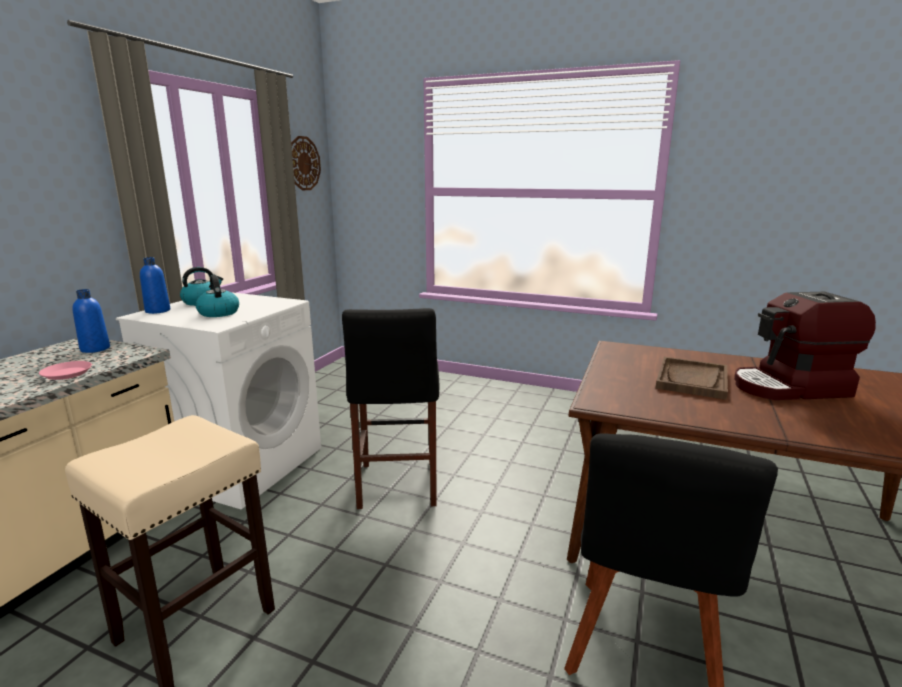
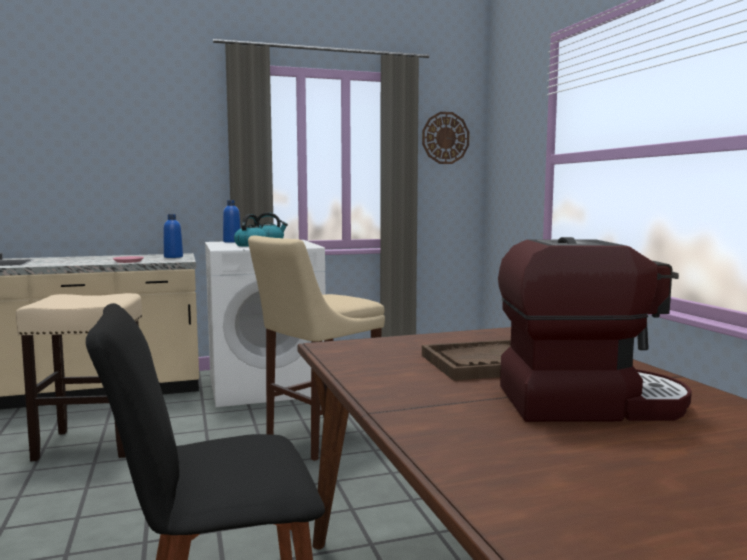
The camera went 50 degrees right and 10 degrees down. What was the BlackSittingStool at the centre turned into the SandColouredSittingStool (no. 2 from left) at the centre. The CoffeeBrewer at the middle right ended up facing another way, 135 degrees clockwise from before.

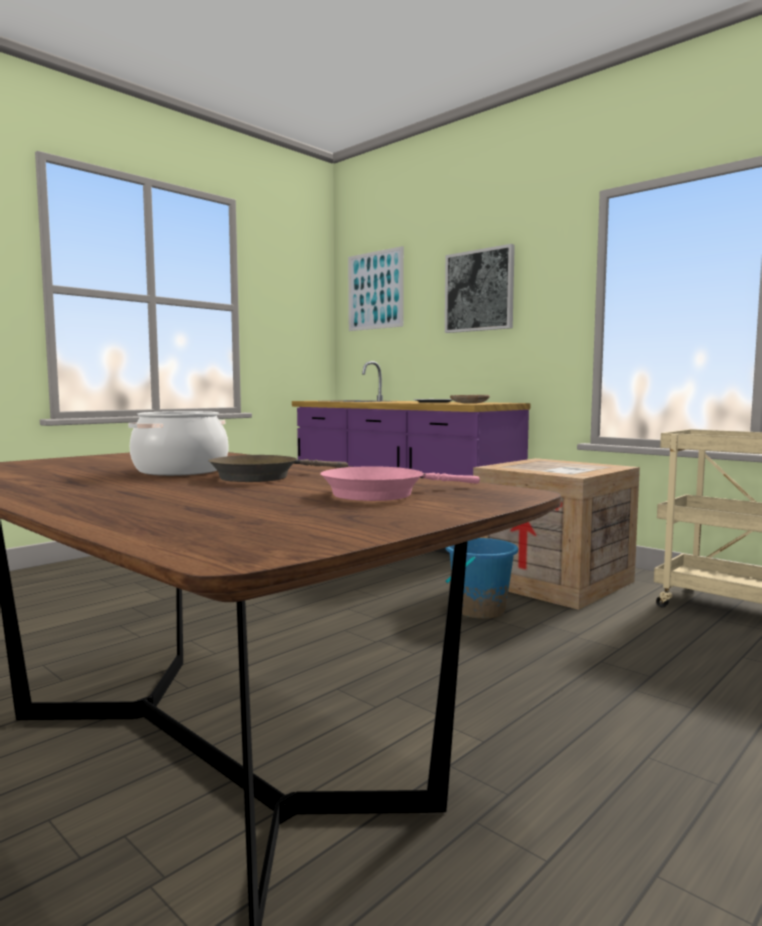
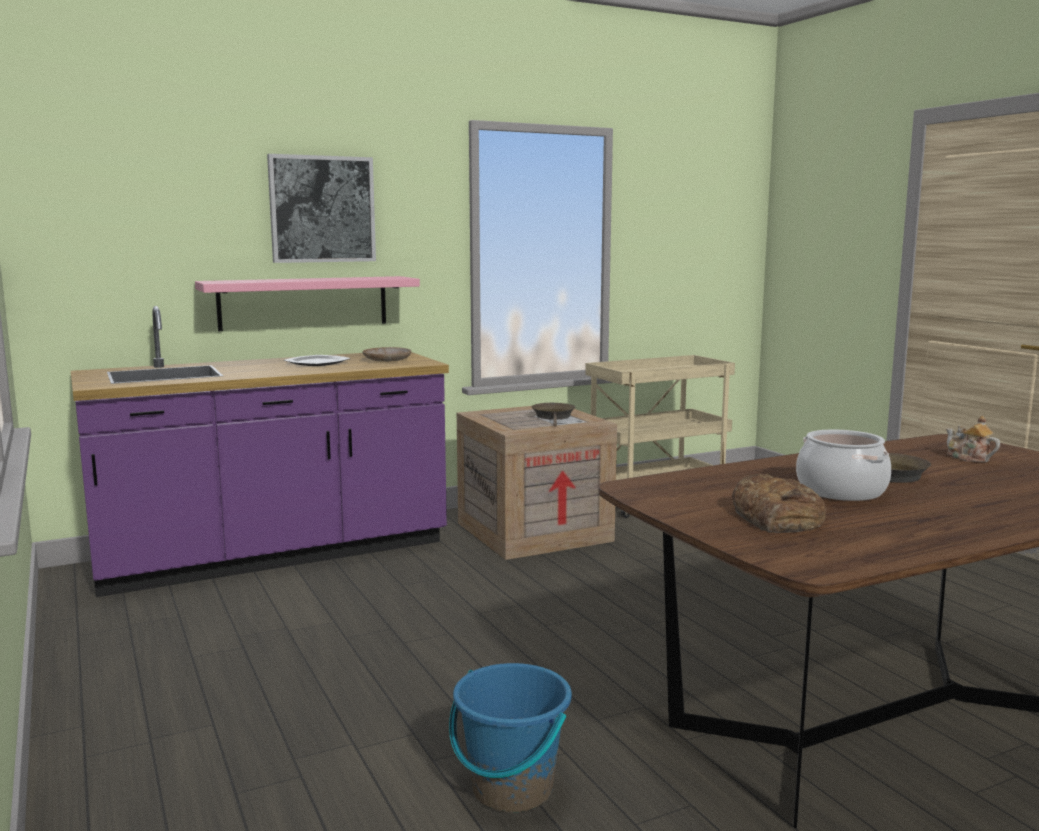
The camera went 70 degrees left and 5 degrees up. Where the PinkishPan stood at the centre, the TeaPot came to stand at the middle right. The second view lost the Picture (no. 1 from left) at the top centre. The BlueColouredPail ended up elsewhere, having gone from the centre to the bottom centre. The second view gained the PinkishBracketShelf at the middle left. The second view gained the BrownPan (no. 1 from left) at the centre. The second view gained the BakedBread at the middle right.

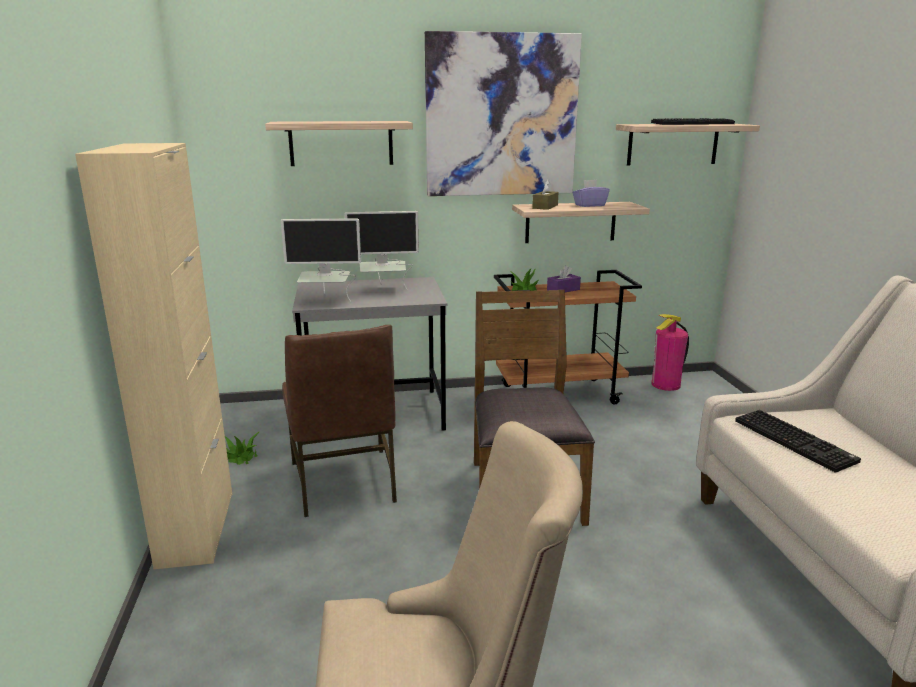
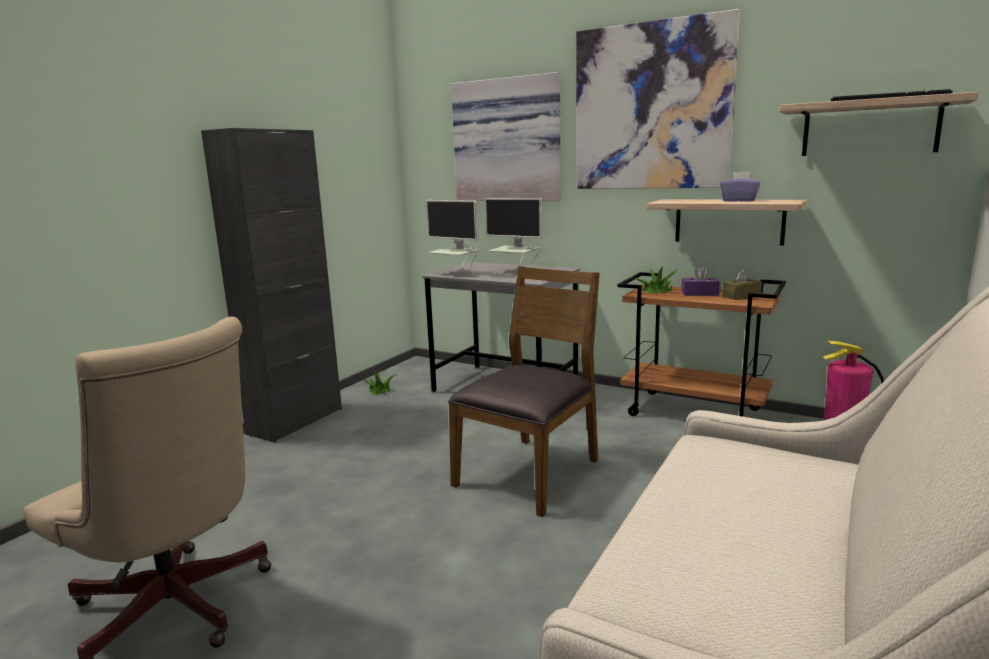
The camera went 40 degrees right and 5 degrees down. What was the SandColouredStorageCabinet at the middle left turned into the BlackStorageCabinet at the middle left. Where the BracketShelf (no. 1 from left) hung at the top centre, the Picture (no. 1 from left) came to hang at the top centre. The second view lost the BrownPlainChair (no. 1 from left) at the centre. The BrownTissueBox ended up elsewhere, having gone from the top centre to the middle right. The second view lost the ComputerKeyboard (no. 2 from left) at the middle right.

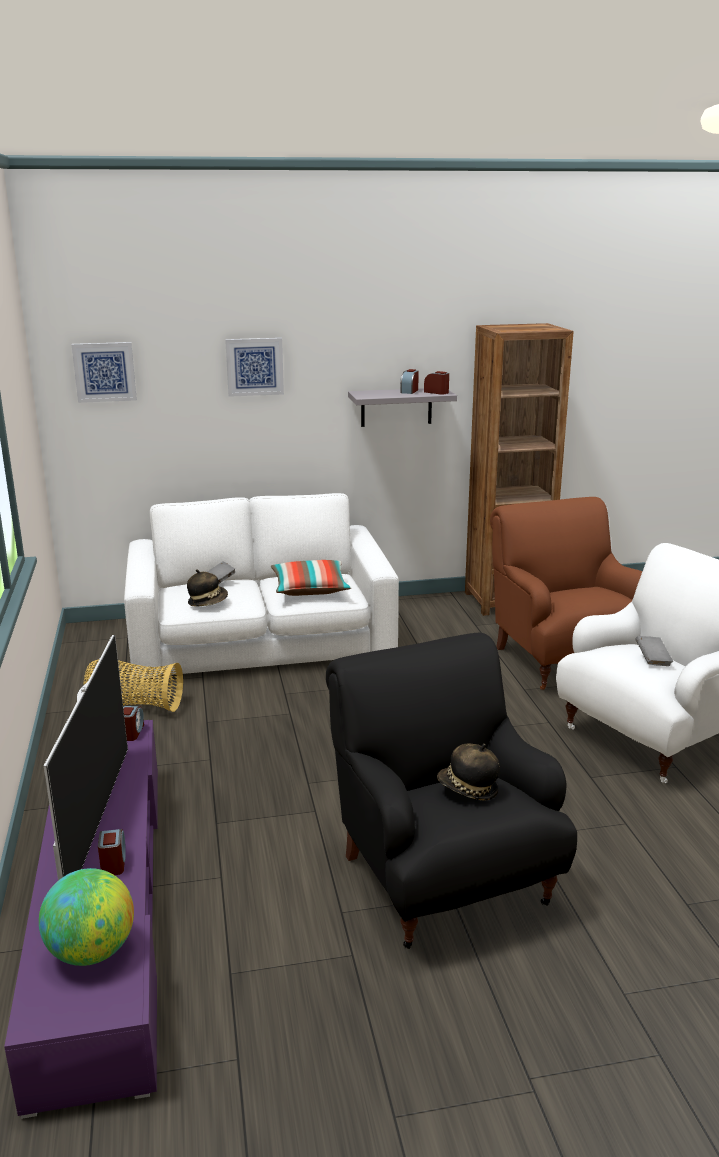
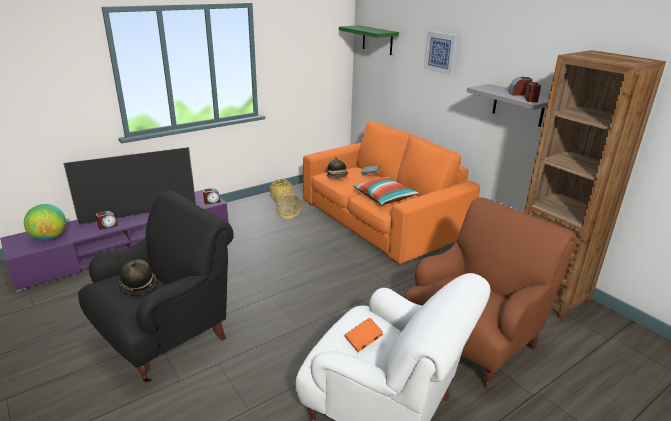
The camera went 65 degrees right and 5 degrees up. Where the Picture (no. 1 from left) hung at the top left, the GreenishBracketShelf came to hang at the top centre. What was the WhiteColouredSofa at the centre turned into the OrangeySofa at the centre. What was the GreyishVolume (no. 2 from left) at the middle right turned into the OrangeyVolume at the bottom centre.

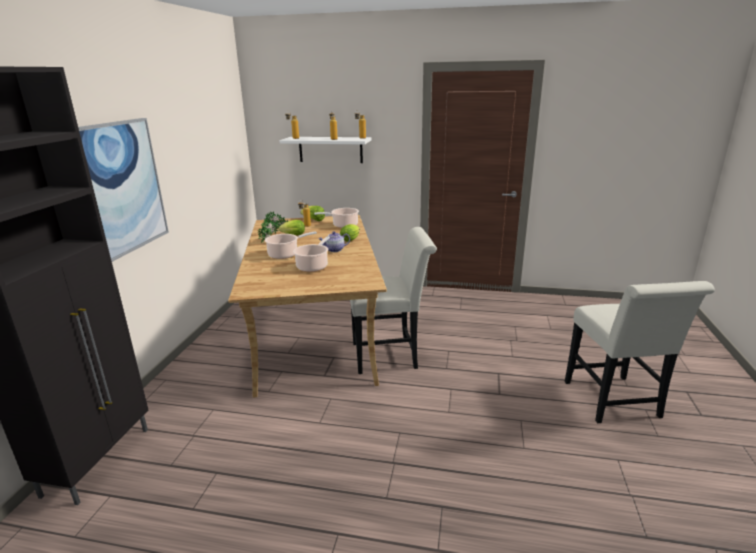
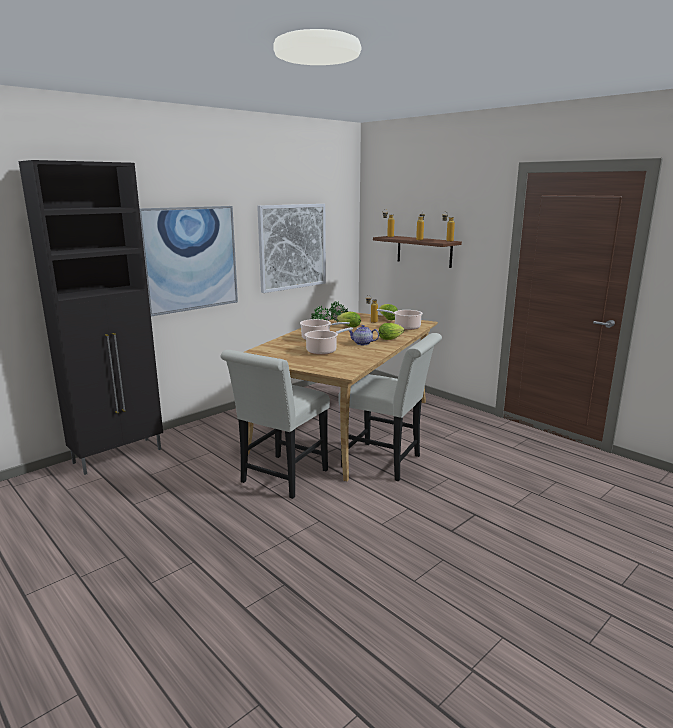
The camera went 35 degrees right and 5 degrees down. What was the WhiteColouredBracketShelf at the top centre turned into the BrownBracketShelf at the centre. The WhiteColouredPlainChair (no. 2 from left in the first image) ended up elsewhere, having gone from the middle right to the centre. The second view gained the Picture (no. 2 from left) at the centre.

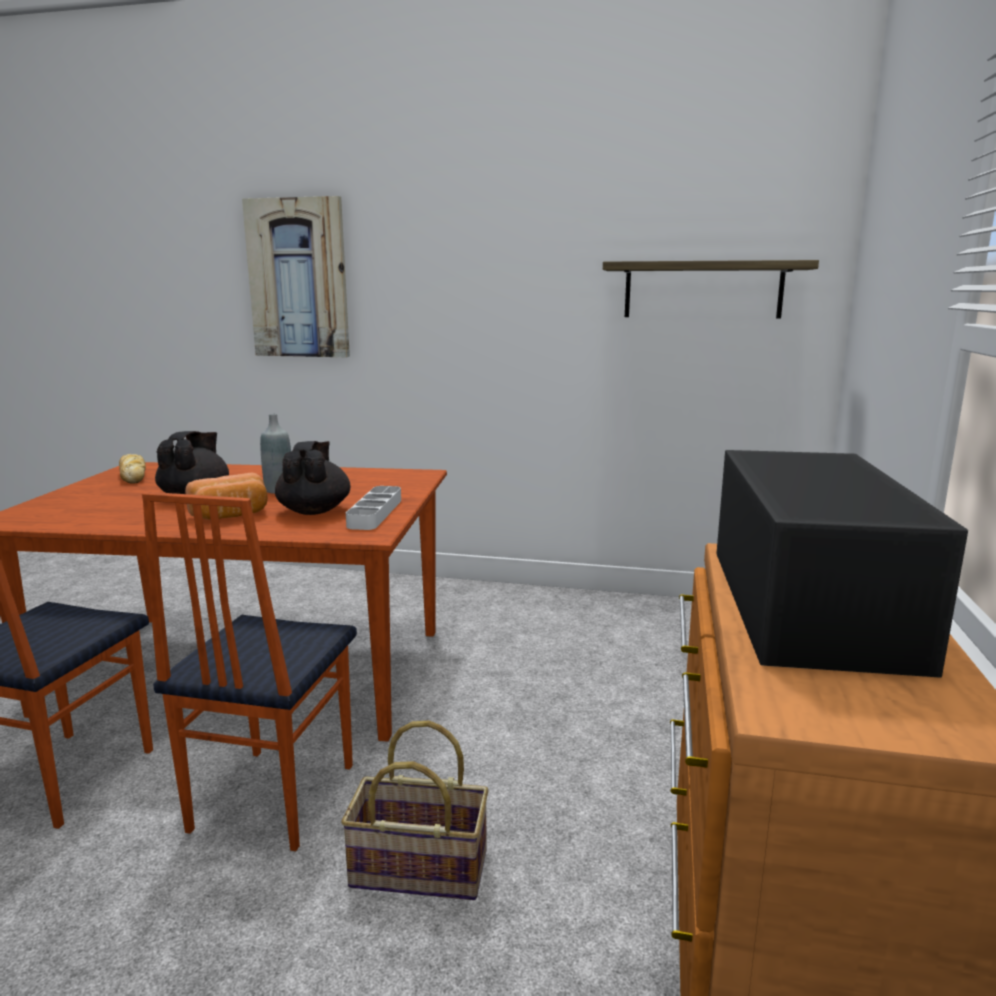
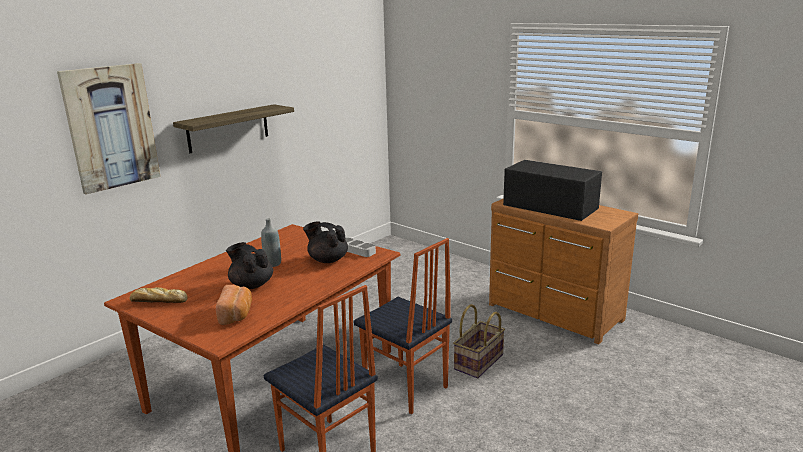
The camera went 60 degrees left and 5 degrees up. The BakedBread (no. 2 from left) ended up elsewhere, having gone from the middle left to the bottom left. The BracketShelf ended up elsewhere, having gone from the top right to the top left.

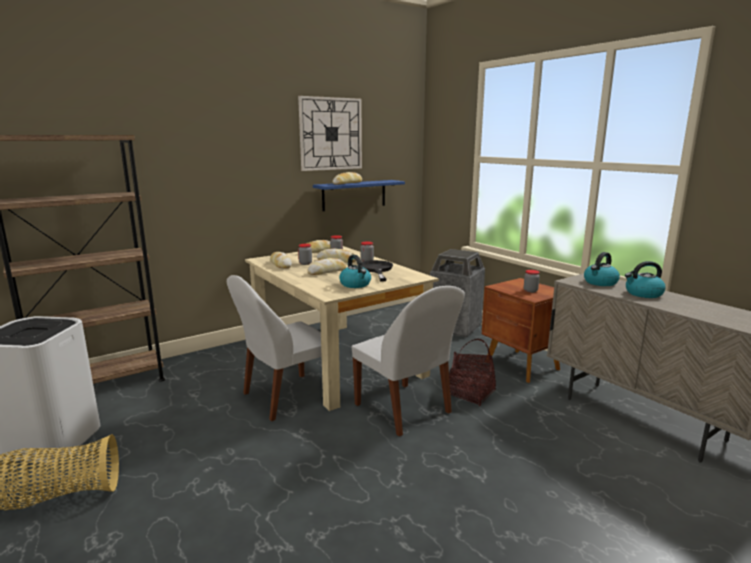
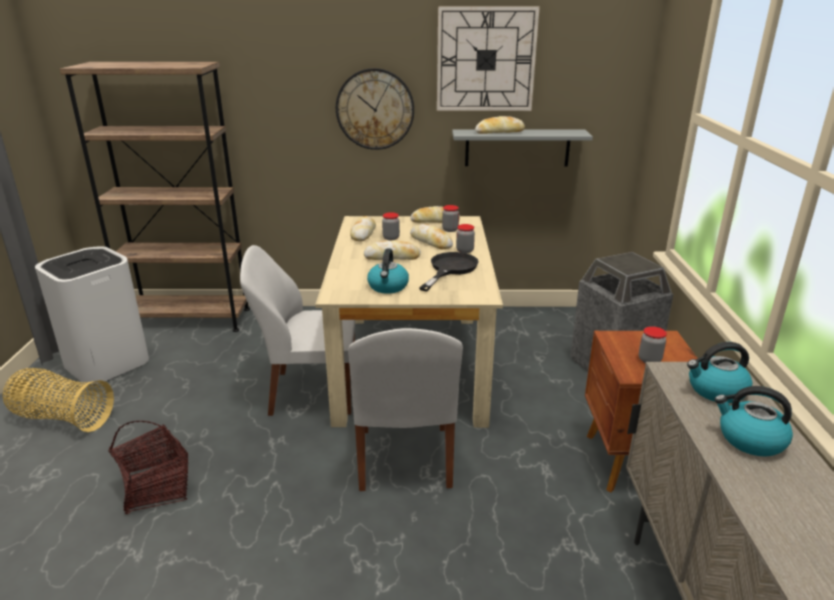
The camera went 35 degrees right and 10 degrees up. What was the BlueColouredBracketShelf at the centre turned into the GreyishBracketShelf at the top centre. The Basket (no. 2 from left) ended up elsewhere, having gone from the centre to the bottom left. The second view gained the WallClock (no. 1 from left) at the top centre.

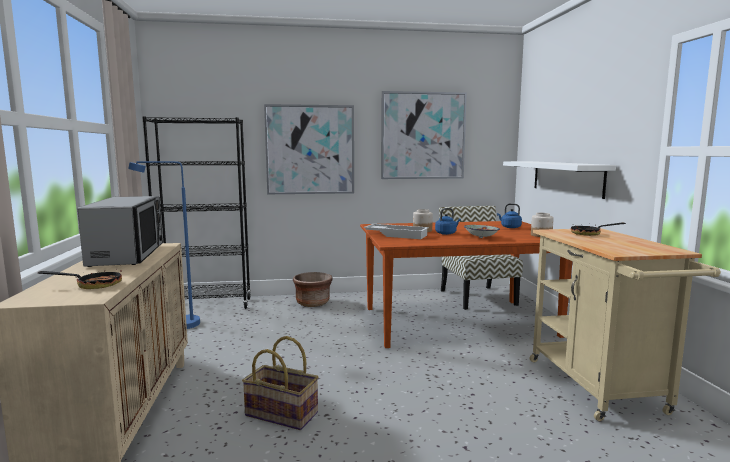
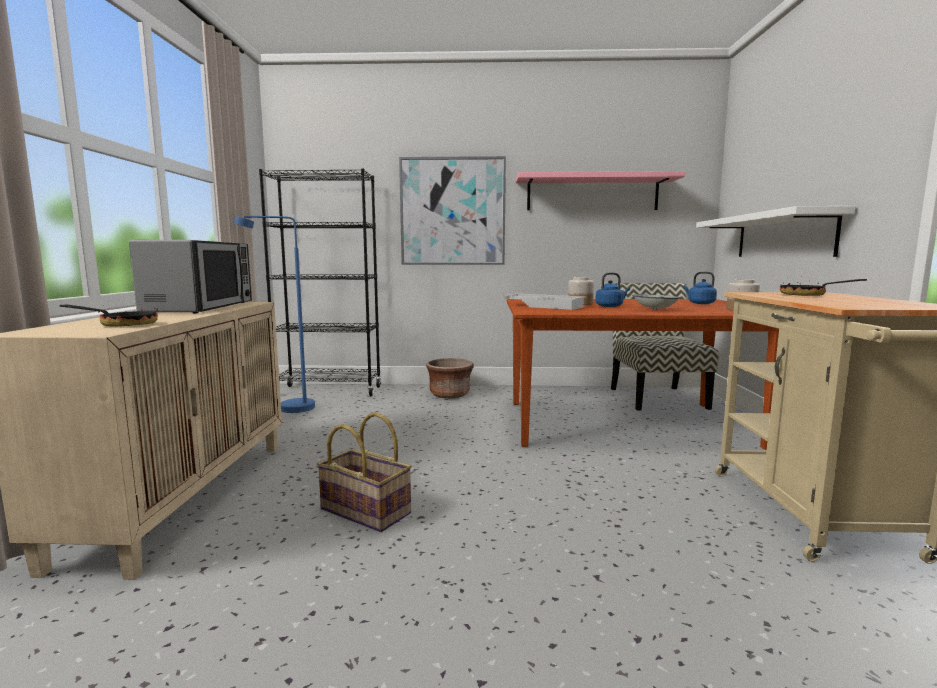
The camera went 10 degrees right and 0 degrees up. Where the Picture (no. 2 from left) hung at the top centre, the PinkishBracketShelf came to hang at the top centre.

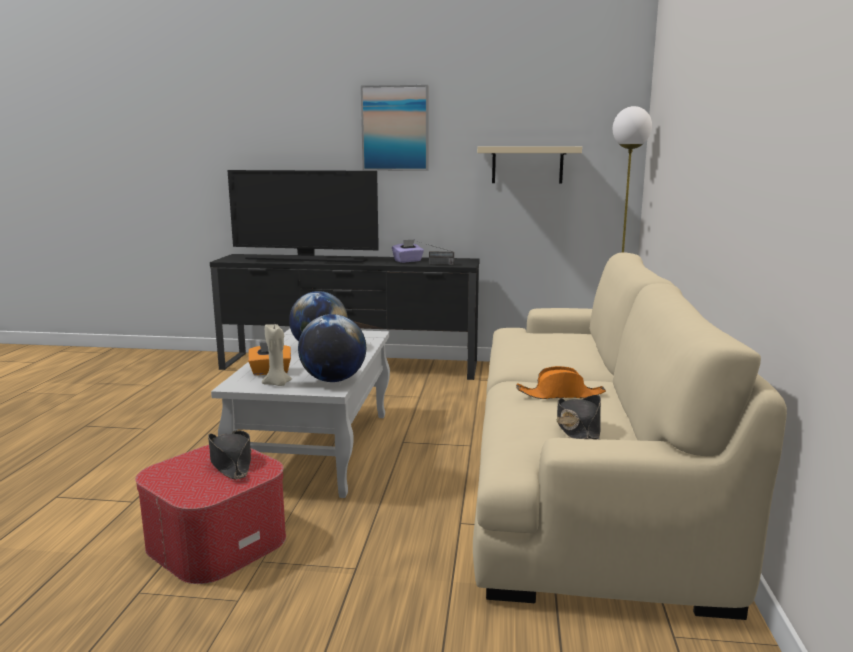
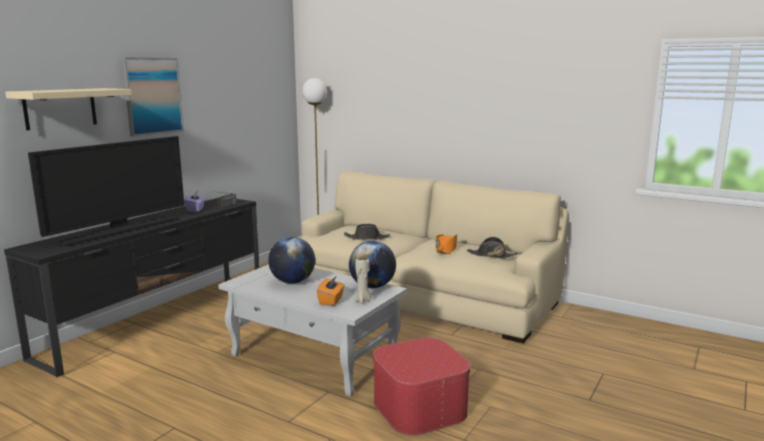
The camera went 65 degrees left and 0 degrees up. The BlackWearableHat (no. 1 from left) ended up elsewhere, having gone from the bottom left to the centre. The SandColouredBracketShelf ended up elsewhere, having gone from the top centre to the top left.

